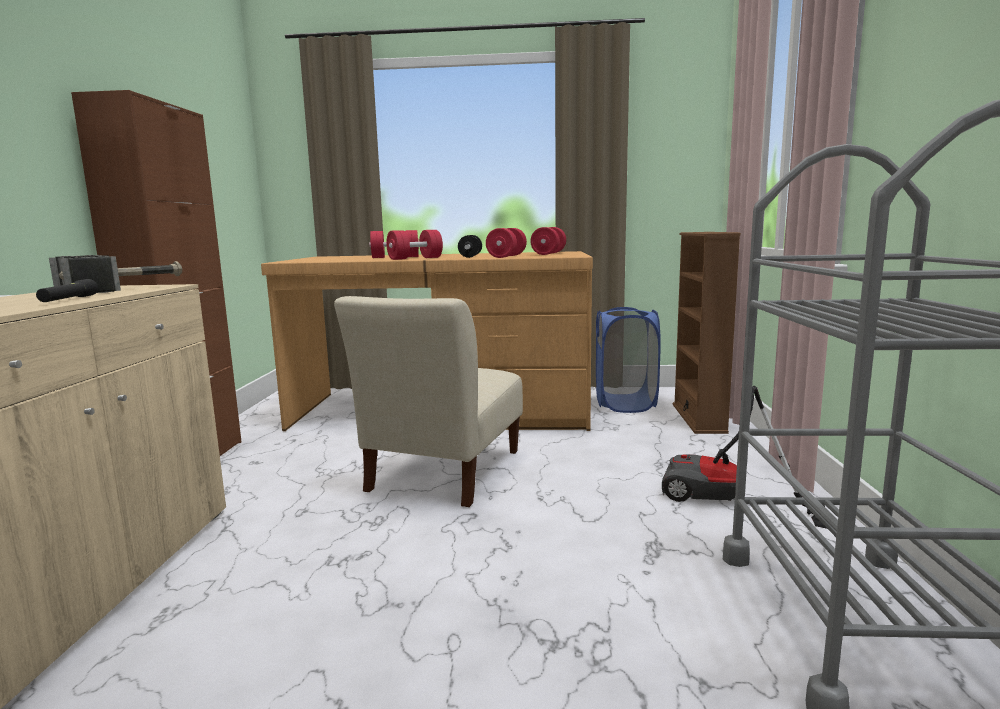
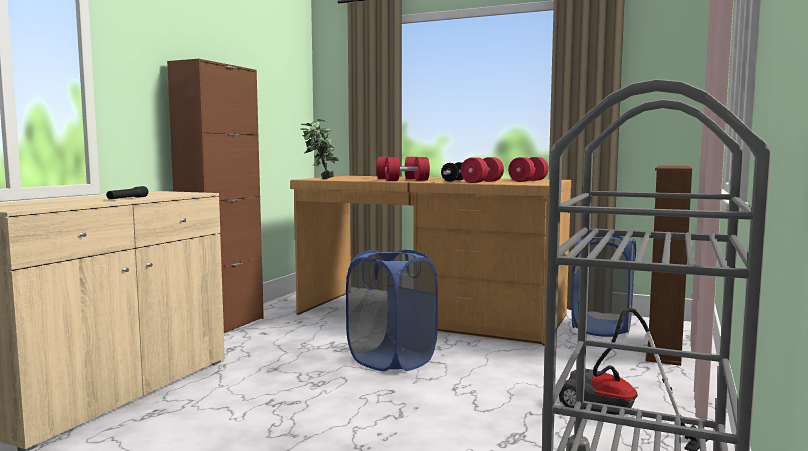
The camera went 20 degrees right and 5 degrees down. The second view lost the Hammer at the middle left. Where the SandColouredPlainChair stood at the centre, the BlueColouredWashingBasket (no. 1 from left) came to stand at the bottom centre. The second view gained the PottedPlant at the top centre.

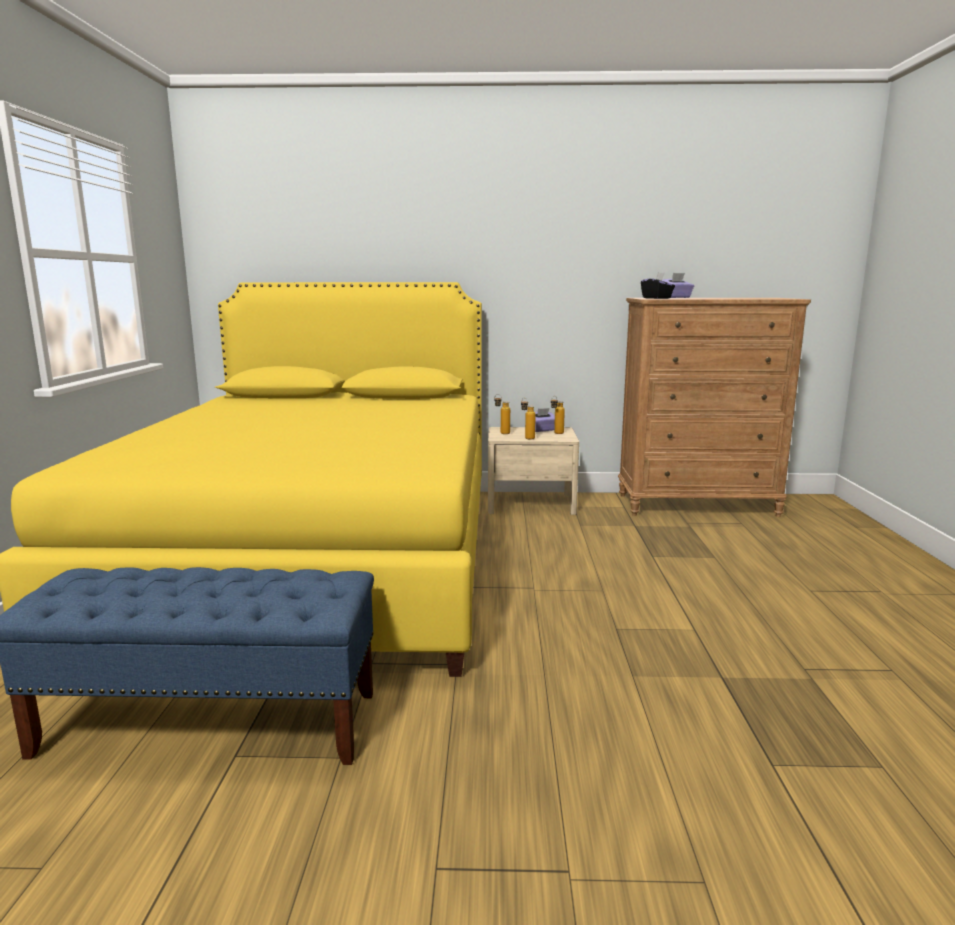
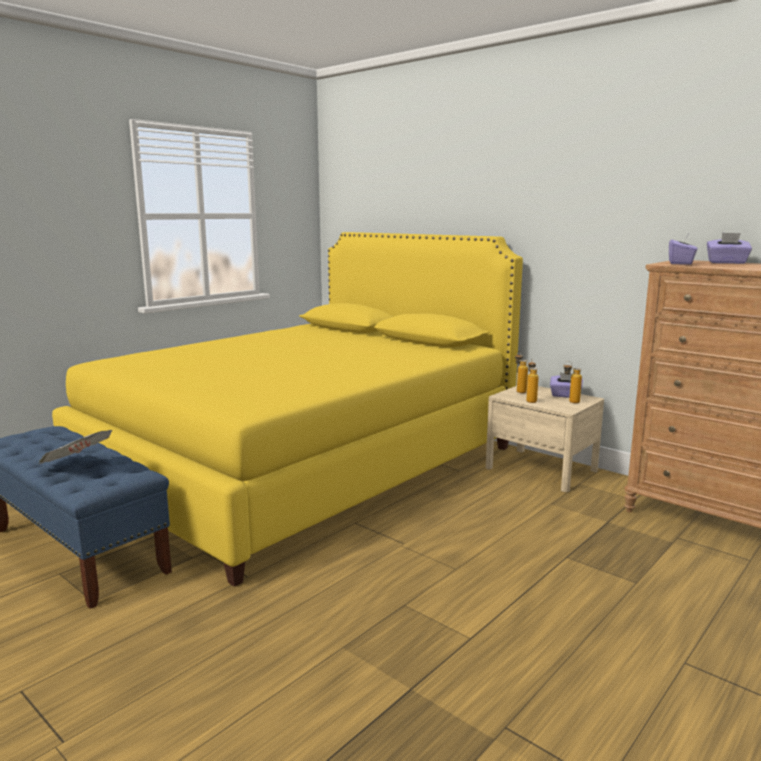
The camera went 40 degrees right and 0 degrees up. What was the BlackTissueBox at the top right turned into the PurplishTissueBox (no. 2 from left) at the top right. The second view gained the Newspaper at the middle left.

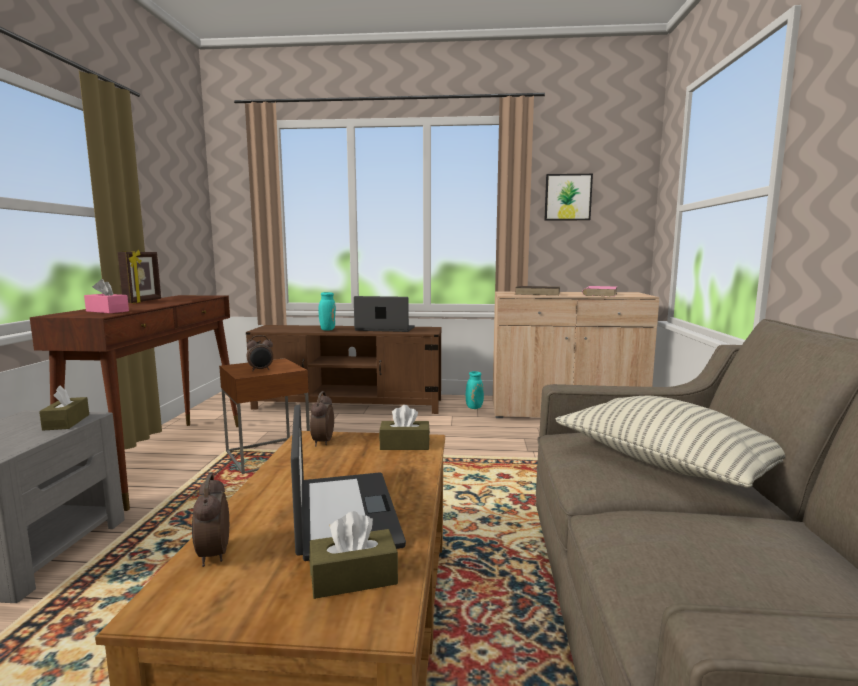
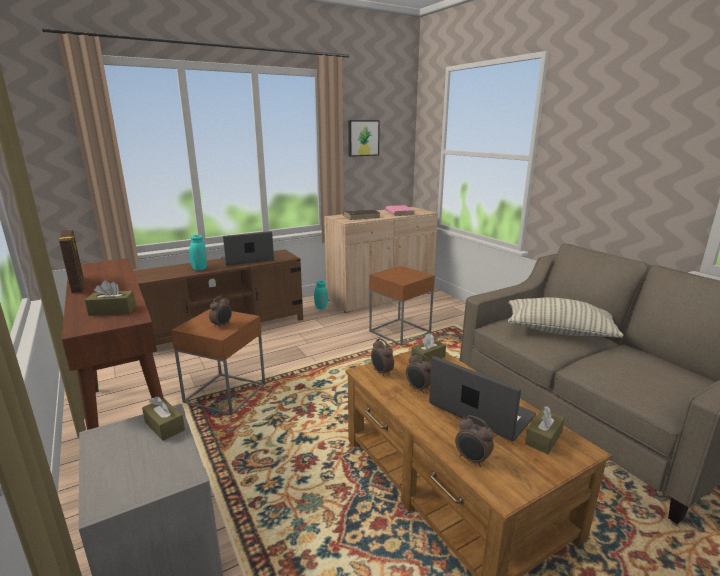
The camera went 35 degrees left and 10 degrees up. What was the PinkishTissueBox at the middle left turned into the BrownTissueBox (no. 1 from left) at the middle left. The second view gained the BrownSideTable (no. 2 from left) at the centre. The second view gained the AlarmClock (no. 3 from left) at the centre.

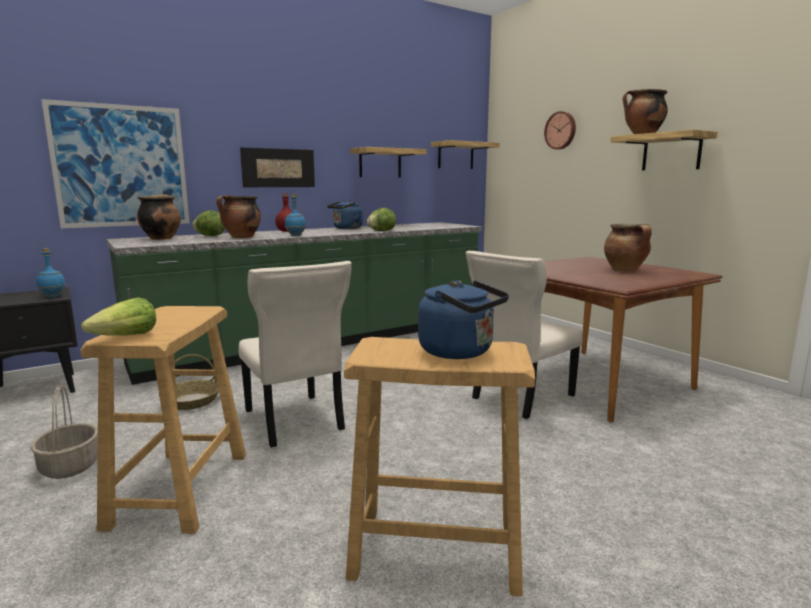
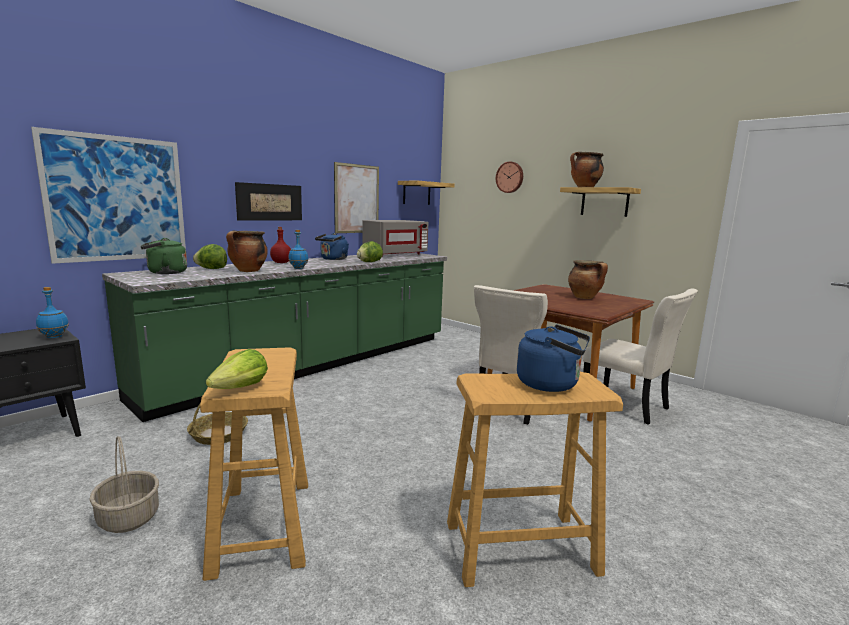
The camera went 15 degrees left and 0 degrees up. Where the Saucepot (no. 1 from left) stood at the middle left, the GreenishTeaKettle came to stand at the middle left. The SandColouredPlainChair (no. 1 from left in the first image) ended up elsewhere, having gone from the centre to the middle right. Where the BracketShelf (no. 1 from left) hung at the top centre, the Picture (no. 3 from left) came to hang at the top centre. The second view gained the GreyishMicrowave at the centre.

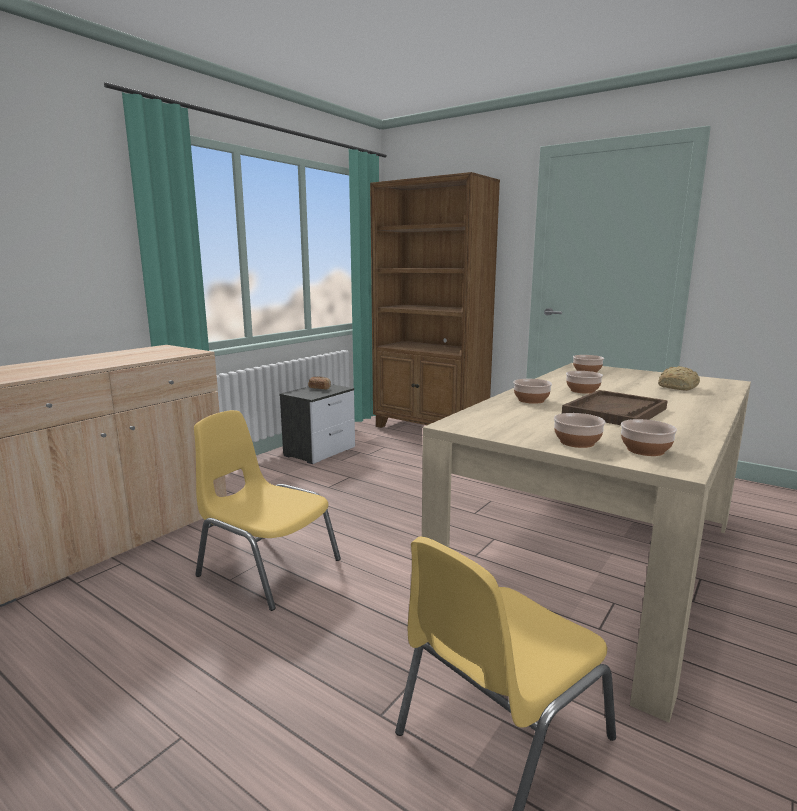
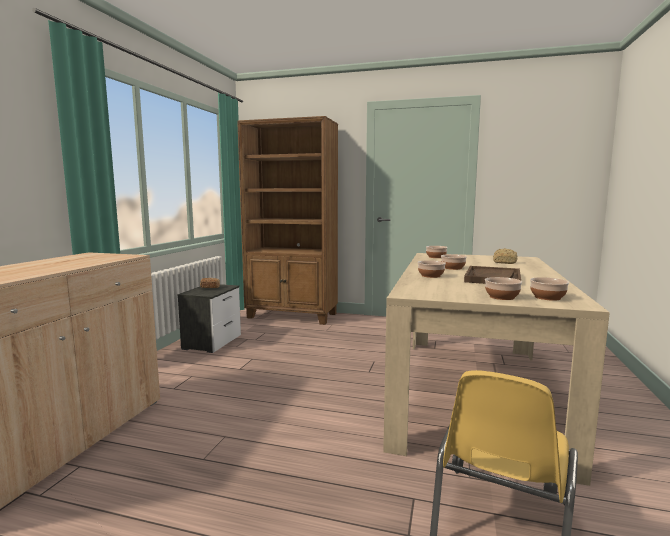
The camera went 20 degrees left and 5 degrees down. The second view lost the YellowColouredPlainChair (no. 1 from left) at the centre.

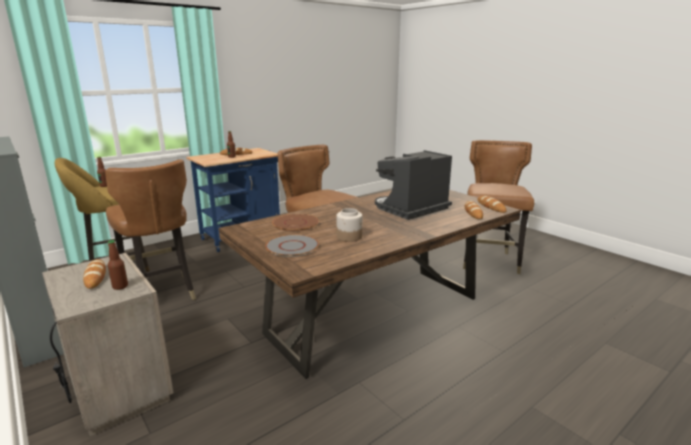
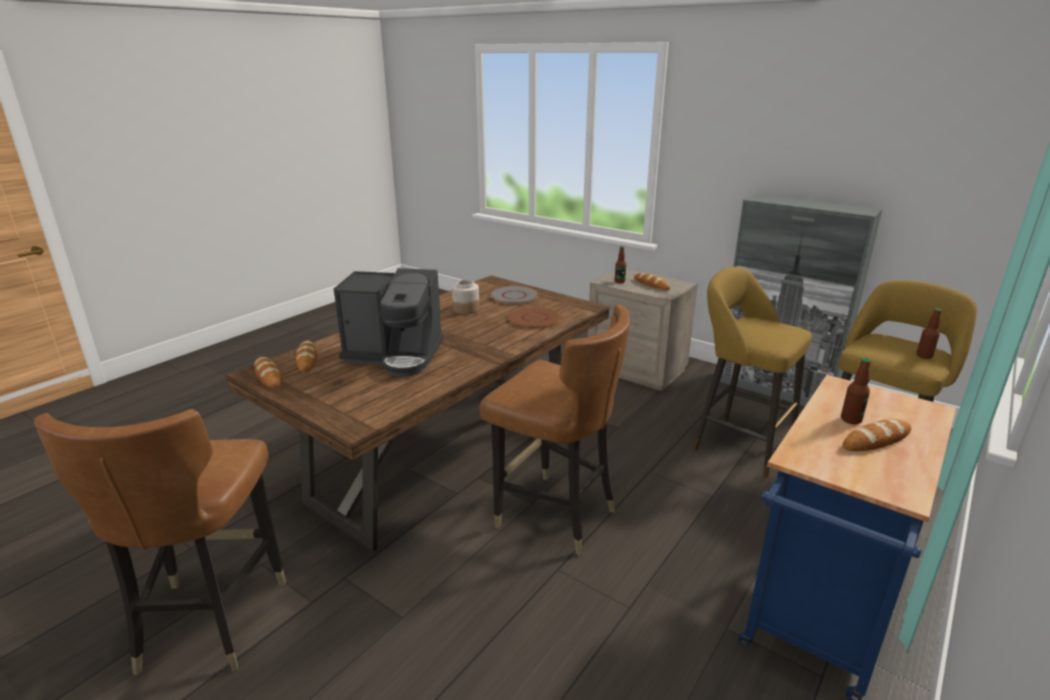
The camera went 165 degrees right and 5 degrees up. Where the BrownPlainChair (no. 1 from left) stood at the middle left, the YellowColouredSittingStool (no. 1 from left) came to stand at the middle right. The CoffeeBrewer at the centre ended up facing another way, 60 degrees clockwise from before.

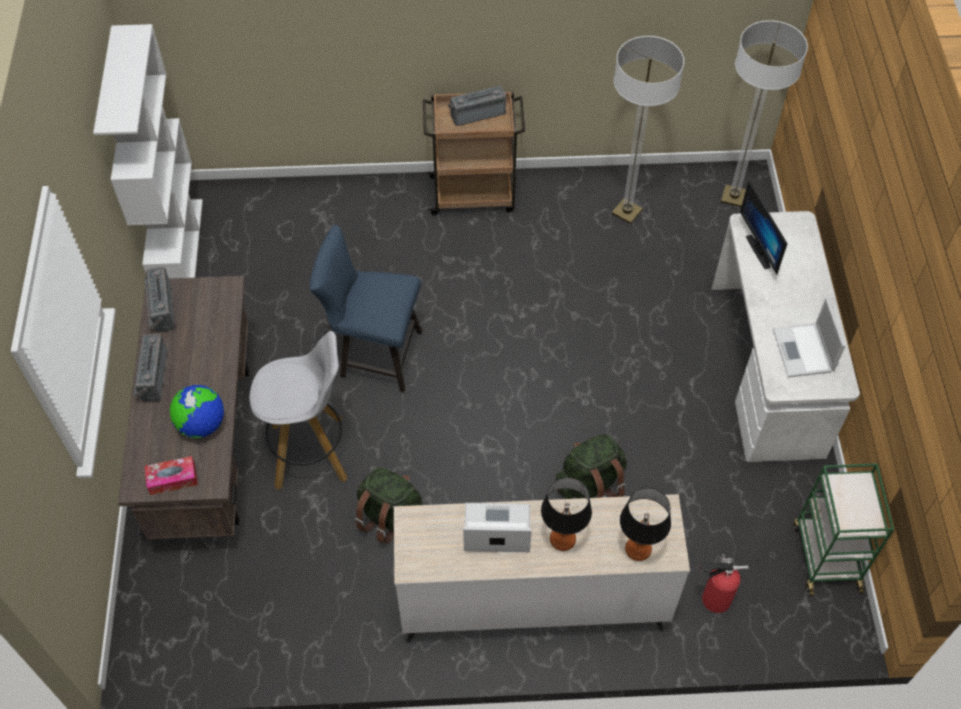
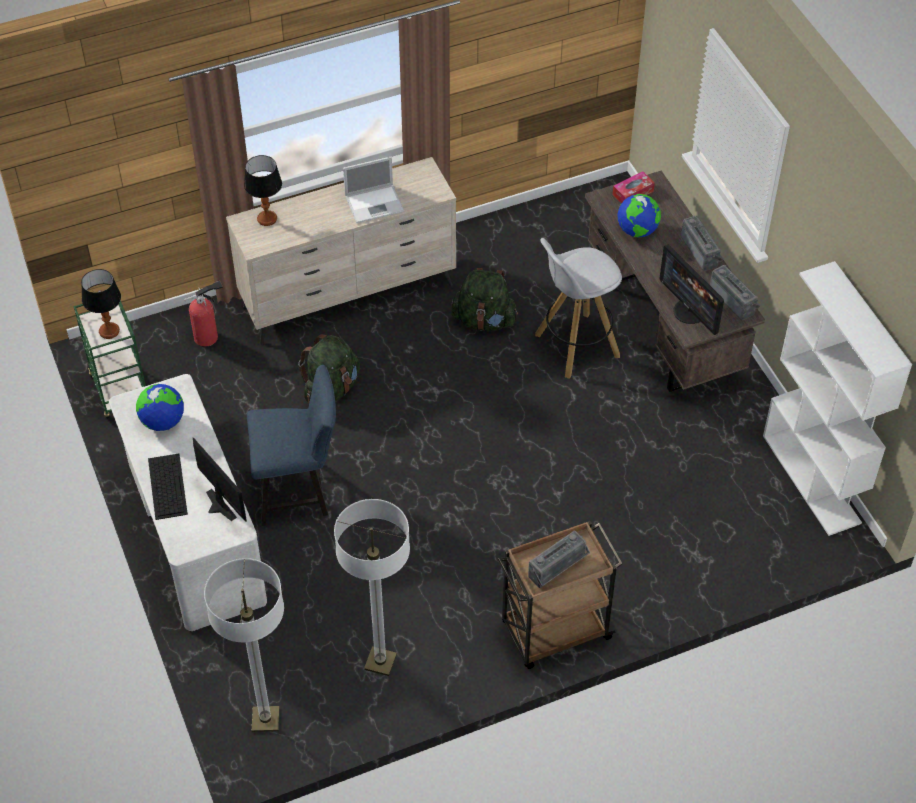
The camera went 160 degrees right and 5 degrees down. The BlueColouredPlainChair ended up elsewhere, having gone from the centre to the middle left. The TableLamp (no. 1 from left) ended up elsewhere, having gone from the bottom centre to the middle left. Where the NotebookComputer (no. 2 from left) stood at the middle right, the Globe (no. 1 from left) came to stand at the middle left. The second view gained the ComputerKeyboard at the middle left. The second view gained the Monitor (no. 2 from left) at the middle right.

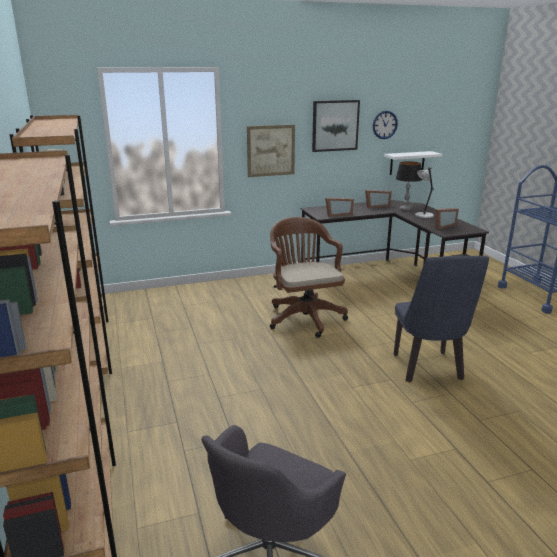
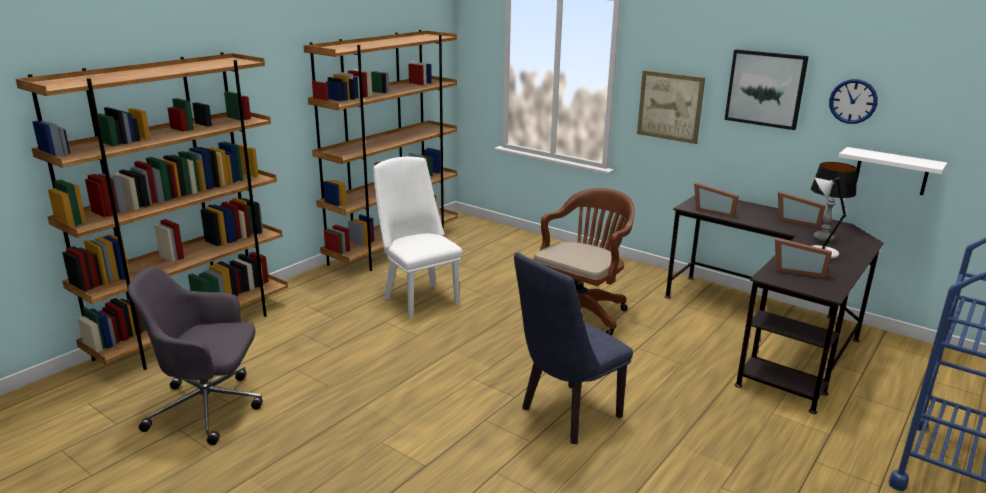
The camera went 55 degrees right and 0 degrees up. The second view gained the WhiteColouredPlainChair at the centre.

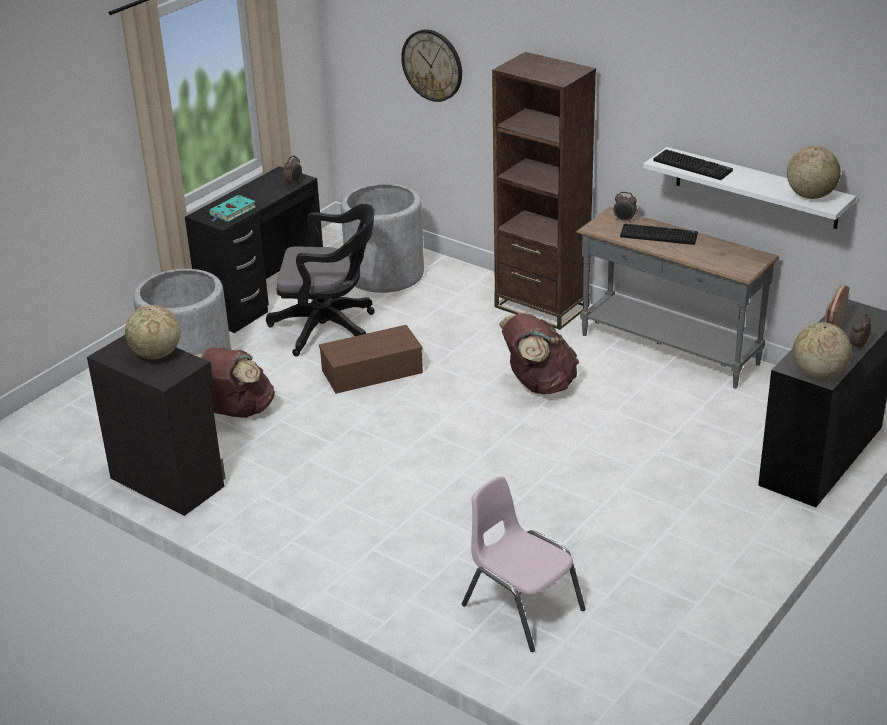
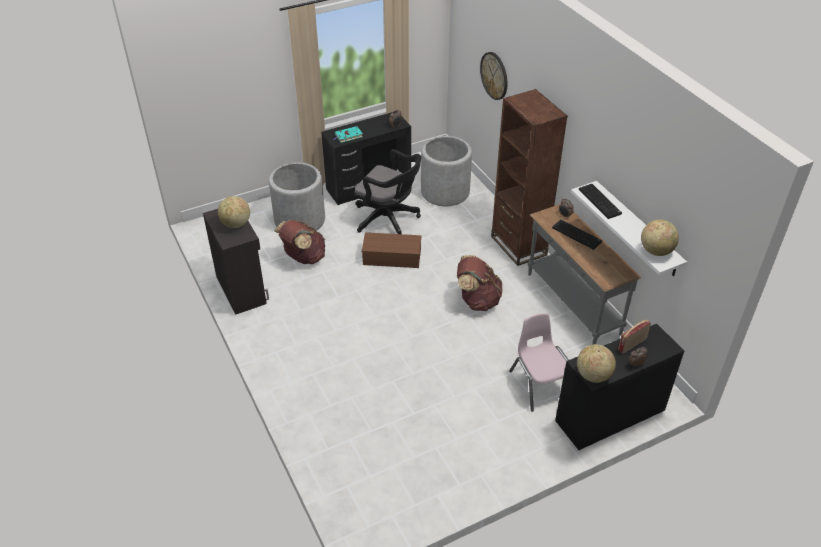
The camera went 25 degrees right and 10 degrees up. The PinkishPlainChair ended up elsewhere, having gone from the bottom centre to the centre.

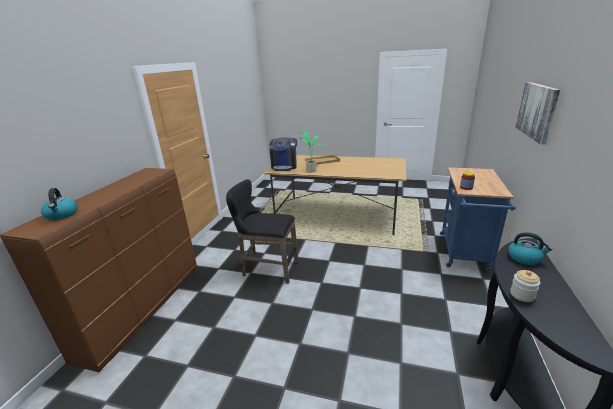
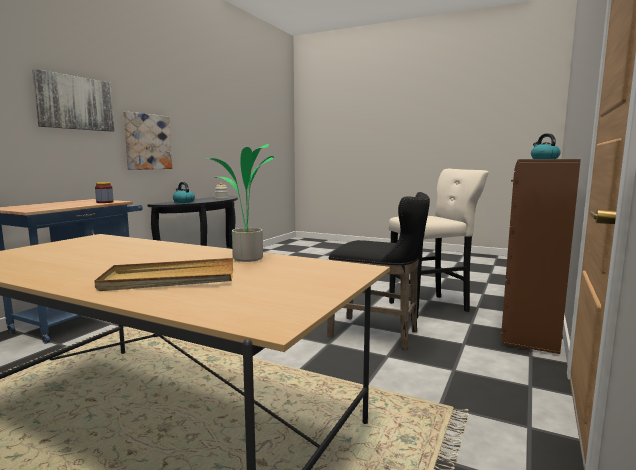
The camera went 170 degrees left and 15 degrees down. The second view lost the CoffeeBrewer at the centre. The second view gained the Picture (no. 2 from left) at the top left. The second view gained the SandColouredSittingStool at the middle right.

